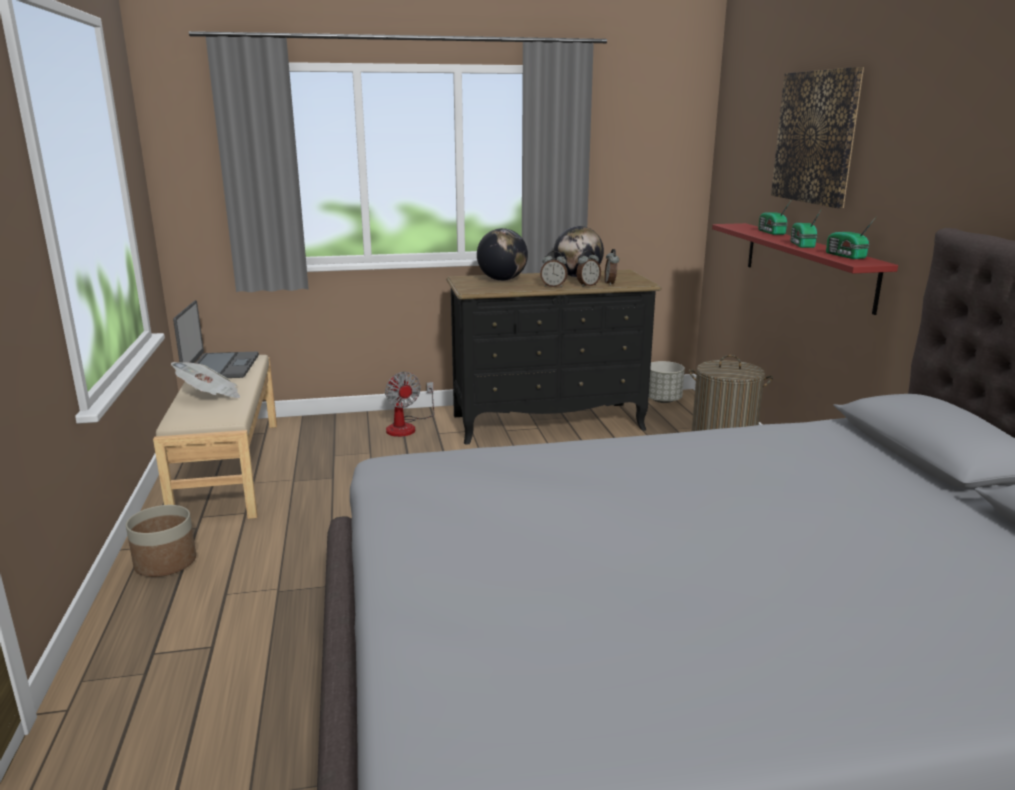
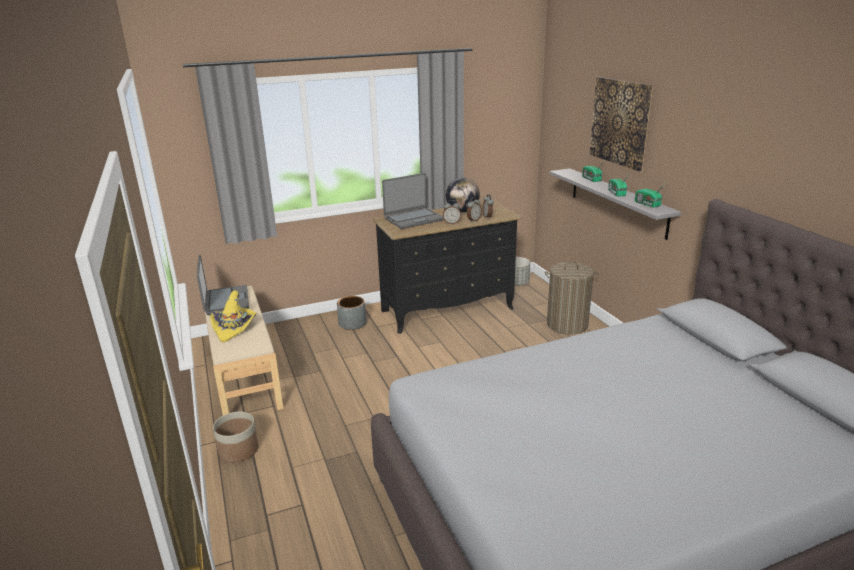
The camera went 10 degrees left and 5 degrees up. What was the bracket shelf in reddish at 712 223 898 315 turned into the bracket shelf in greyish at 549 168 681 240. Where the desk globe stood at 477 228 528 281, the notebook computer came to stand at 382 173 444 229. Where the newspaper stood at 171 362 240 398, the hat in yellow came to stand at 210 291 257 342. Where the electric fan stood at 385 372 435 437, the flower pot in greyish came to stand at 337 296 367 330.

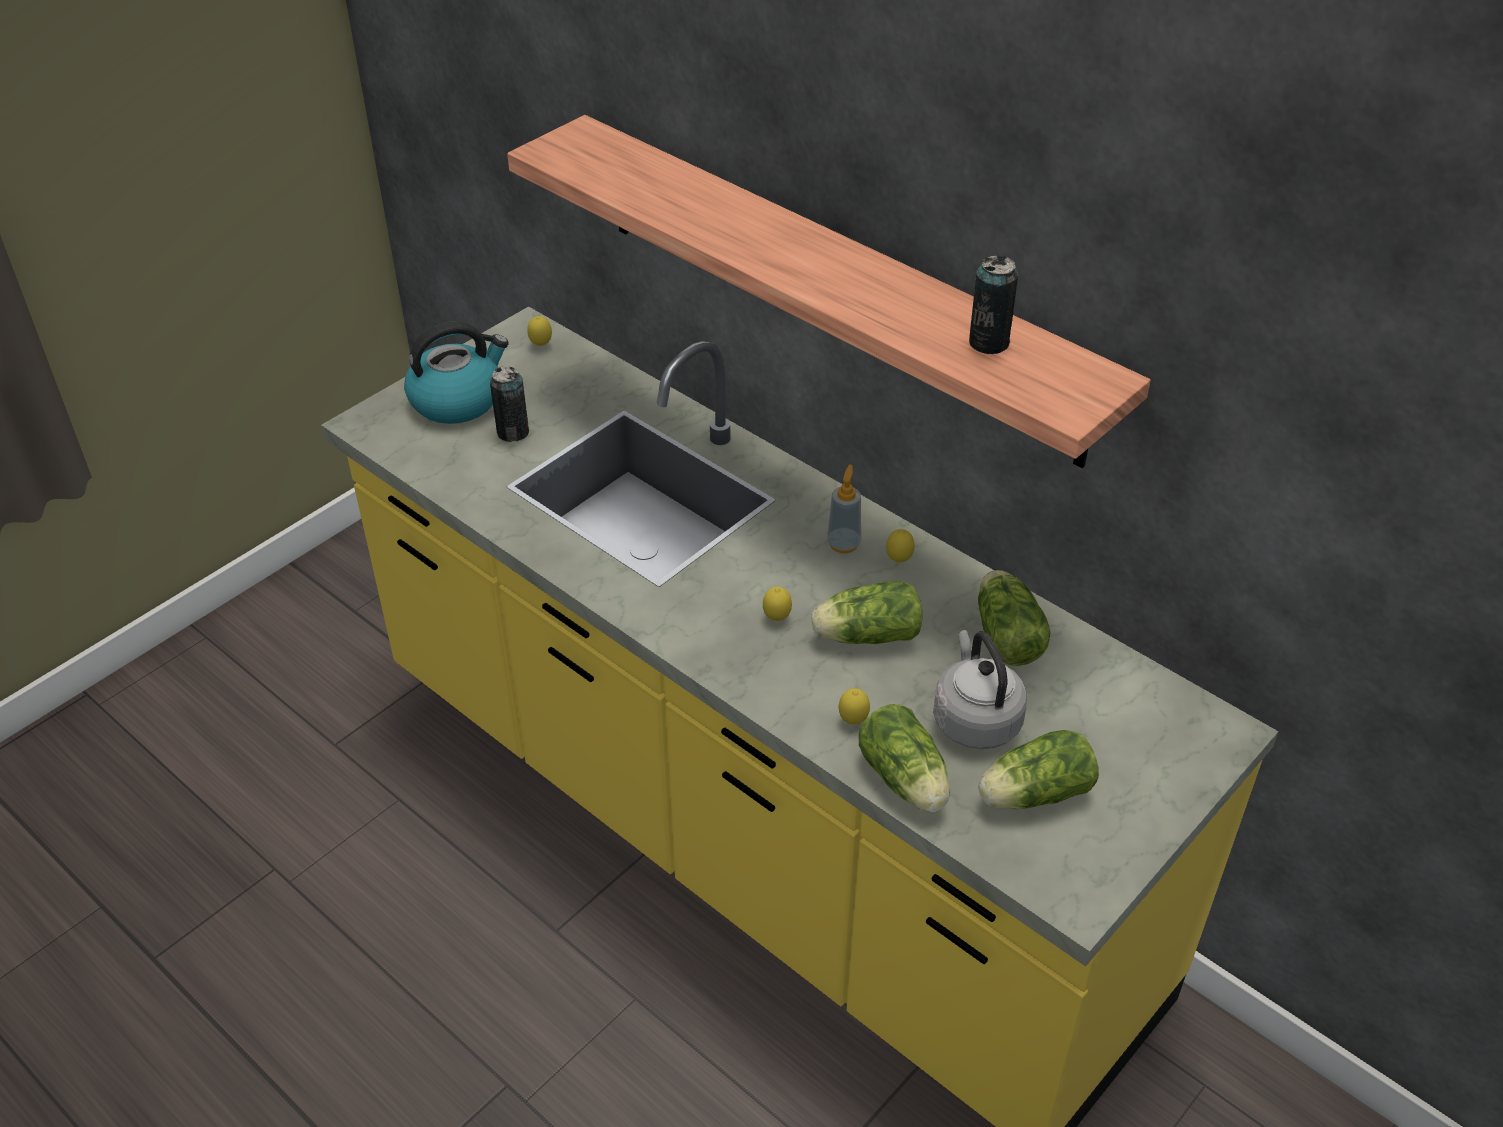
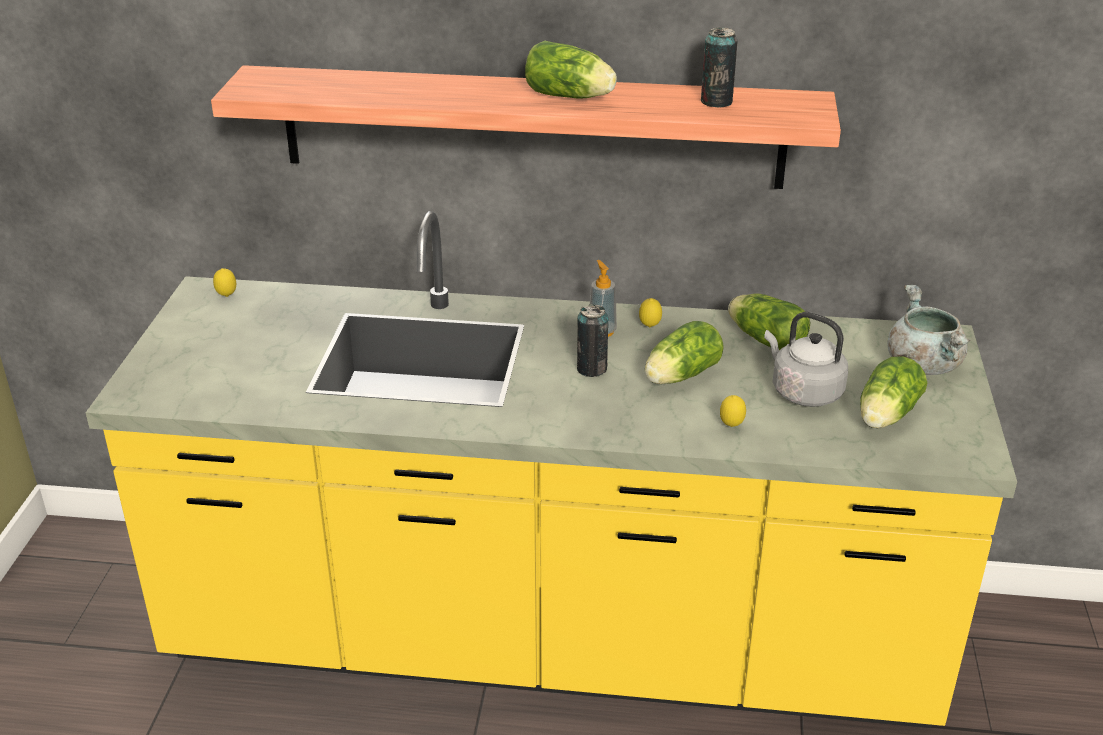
The camera went 35 degrees left and 10 degrees down. The second view lost the kettle at 404 321 509 424. The metal can ended up elsewhere, having gone from 490 366 529 442 to 577 304 608 377. The second view lost the citrus fruit at 763 587 792 621. The lettuce ended up elsewhere, having gone from 858 704 950 812 to 525 41 617 98. The second view gained the cooking pot in greyish at 887 285 971 375.

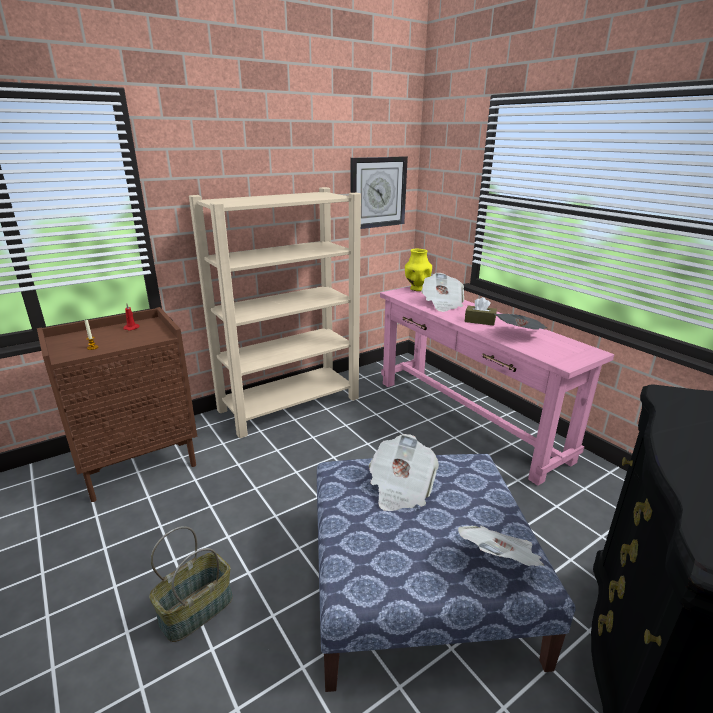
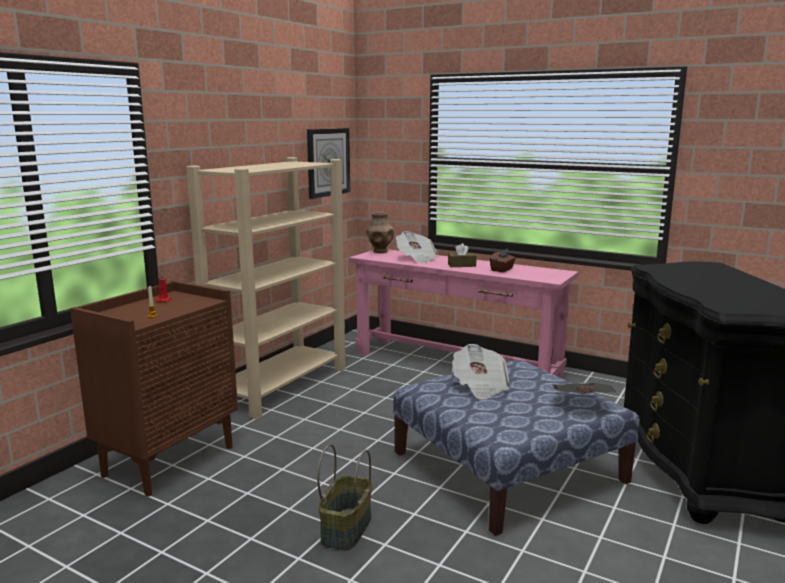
The camera went 25 degrees left and 10 degrees down. What was the vase in yellow at 405 248 432 291 turned into the vase in brown-coloured at 367 212 394 253. Where the newspaper stood at 494 314 547 330, the tissue box in brown-coloured came to stand at 490 248 516 272.

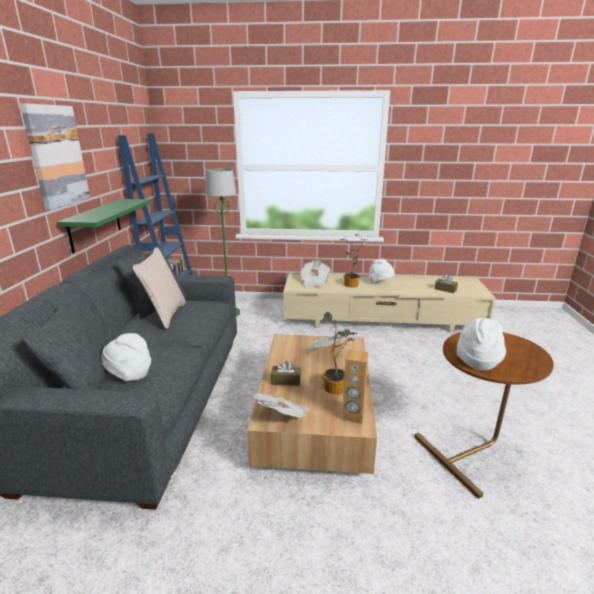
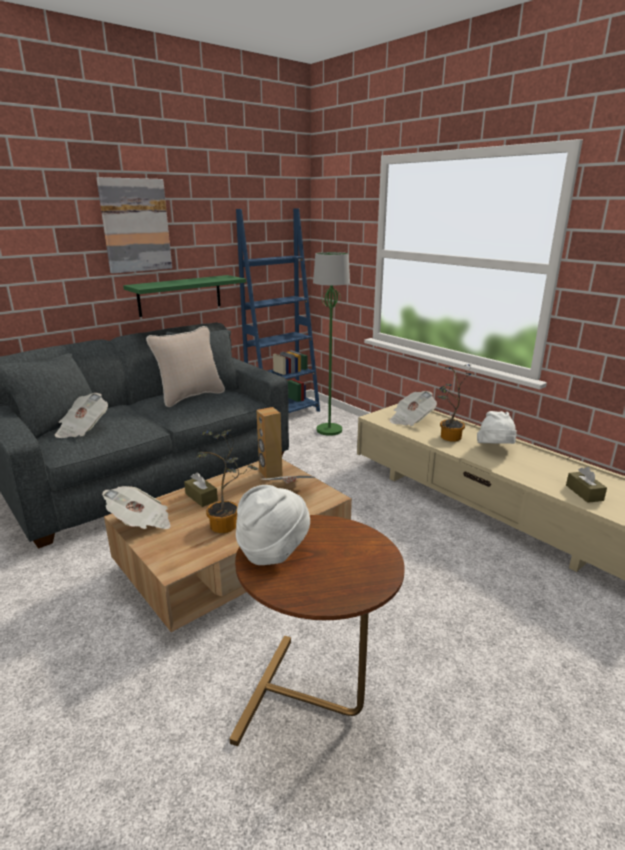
The camera went 45 degrees right and 0 degrees up. Where the hat in whitish stood at 101 333 151 381, the newspaper came to stand at 55 393 108 438. The loudspeaker in brown-coloured ended up elsewhere, having gone from 342 350 369 424 to 256 407 282 478.

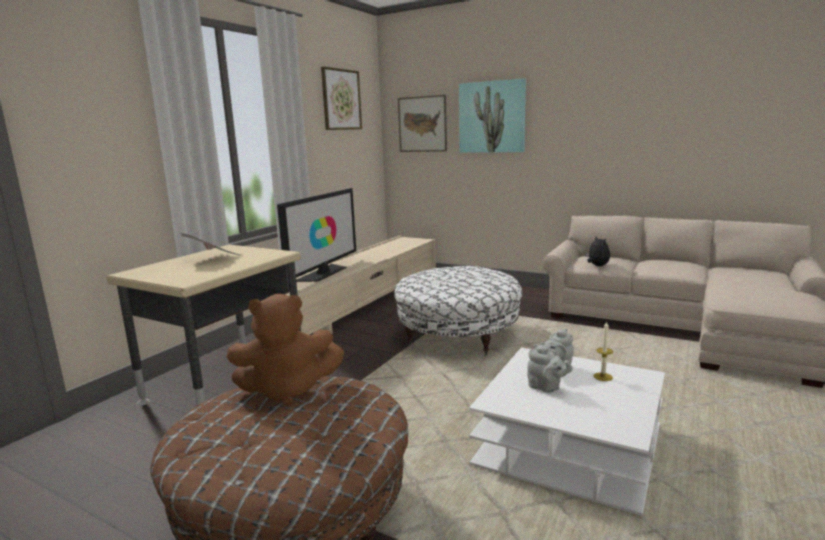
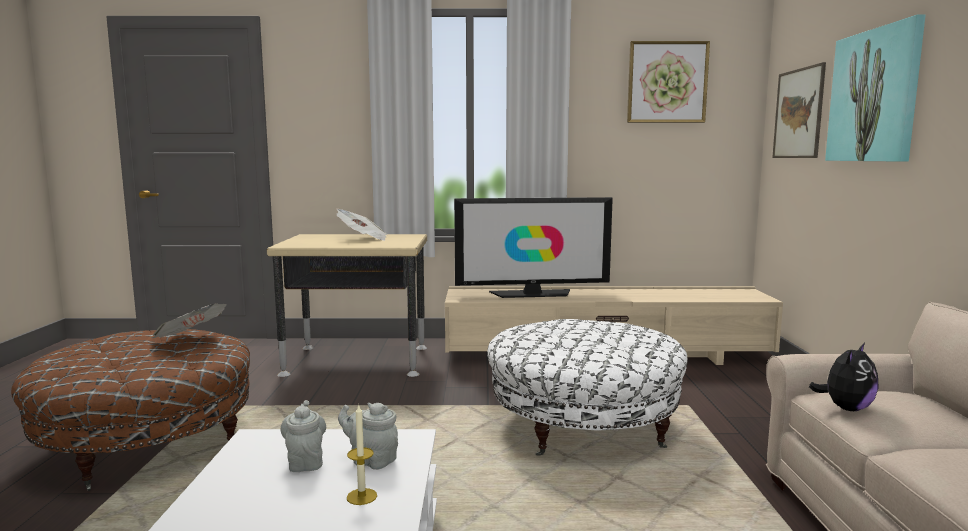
The camera went 60 degrees right and 5 degrees down. Where the cuddly toy in brown-coloured stood at 226 294 344 406, the newspaper came to stand at 152 303 227 338. The tea pot in greyish at 527 344 573 393 ended up facing another way, 150 degrees clockwise from before.

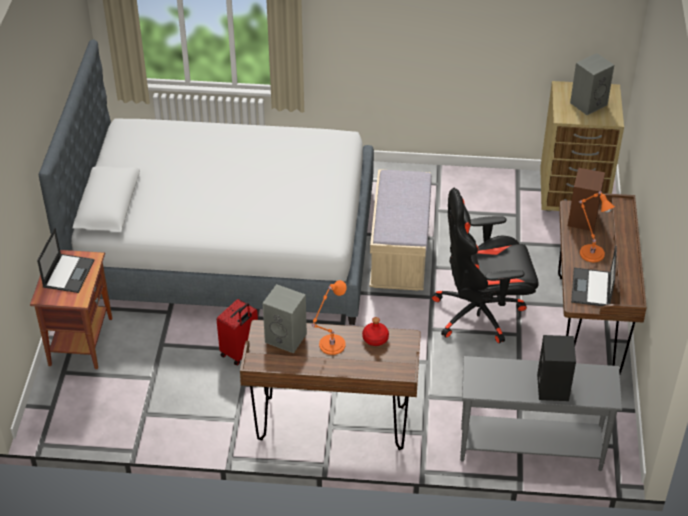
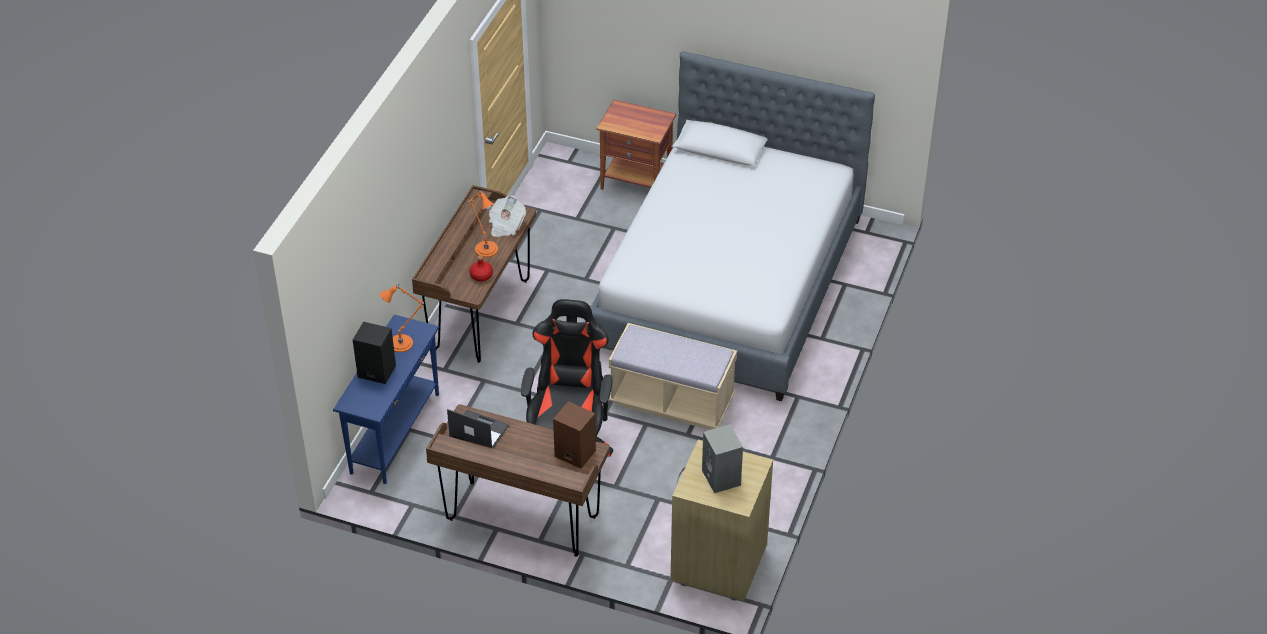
The camera went 105 degrees right and 0 degrees up. The lamp for a table in orange ended up elsewhere, having gone from 578 191 615 262 to 380 285 424 352. The second view lost the notebook computer at 37 228 94 293. Where the loudspeaker in greyish stood at 263 284 307 353, the newspaper came to stand at 489 195 526 237. The second view lost the suitcase in reddish at 217 299 258 366. What was the hall table in greyish at 460 356 622 471 turned into the hall table in blue at 333 314 439 484.

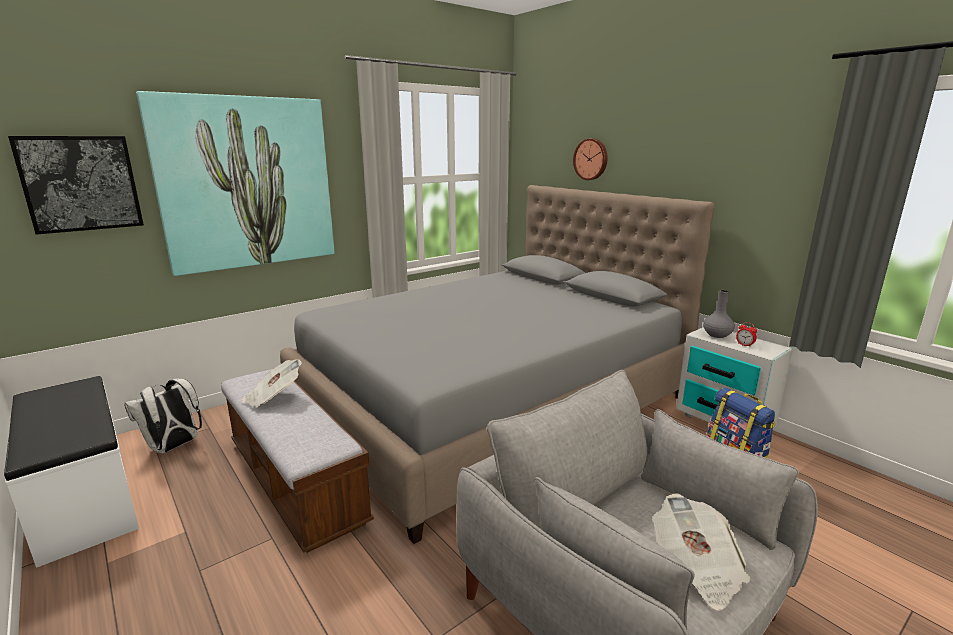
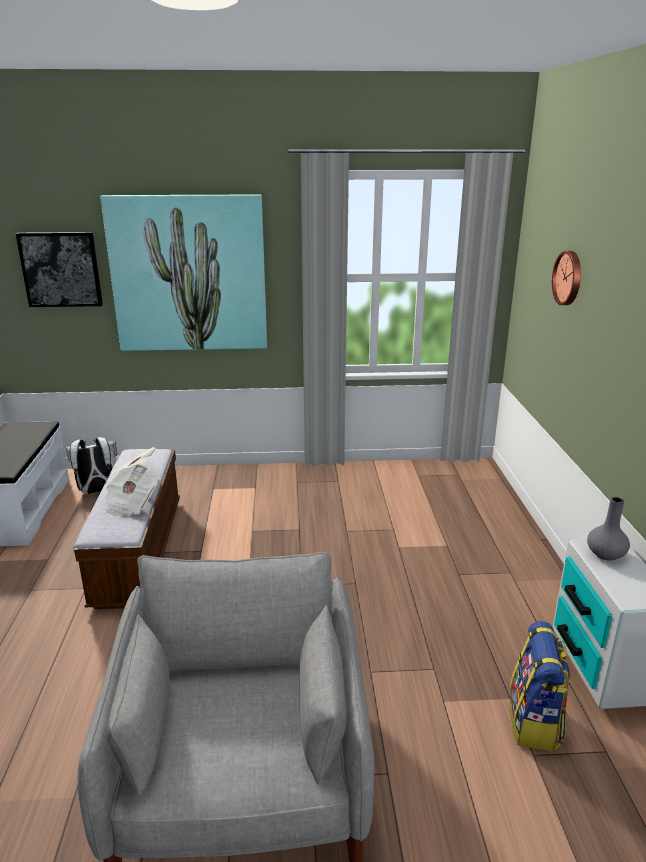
The camera went 35 degrees right and 5 degrees up. The second view lost the bedroom bed in greyish at 280 185 715 544. The second view lost the table clock at 736 322 757 347. The newspaper ended up elsewhere, having gone from 653 494 751 611 to 105 464 158 517.

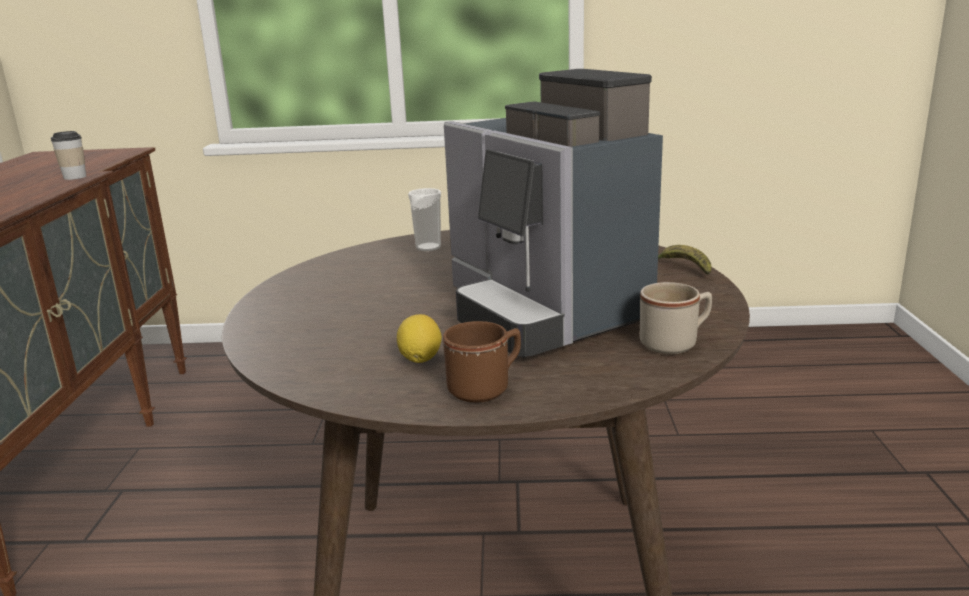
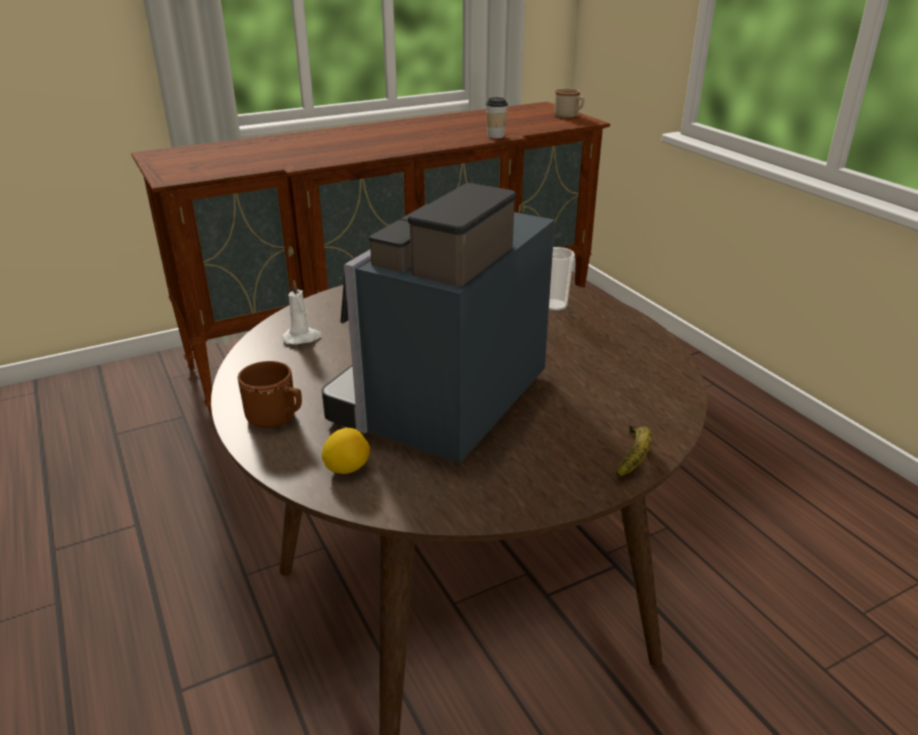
The camera went 60 degrees right and 10 degrees up. The mug in beige-coloured ended up elsewhere, having gone from 640 282 712 354 to 555 88 584 118. The citrus fruit ended up elsewhere, having gone from 397 314 442 363 to 322 428 370 474. The second view gained the wax candle in whitish at 282 280 322 345.

